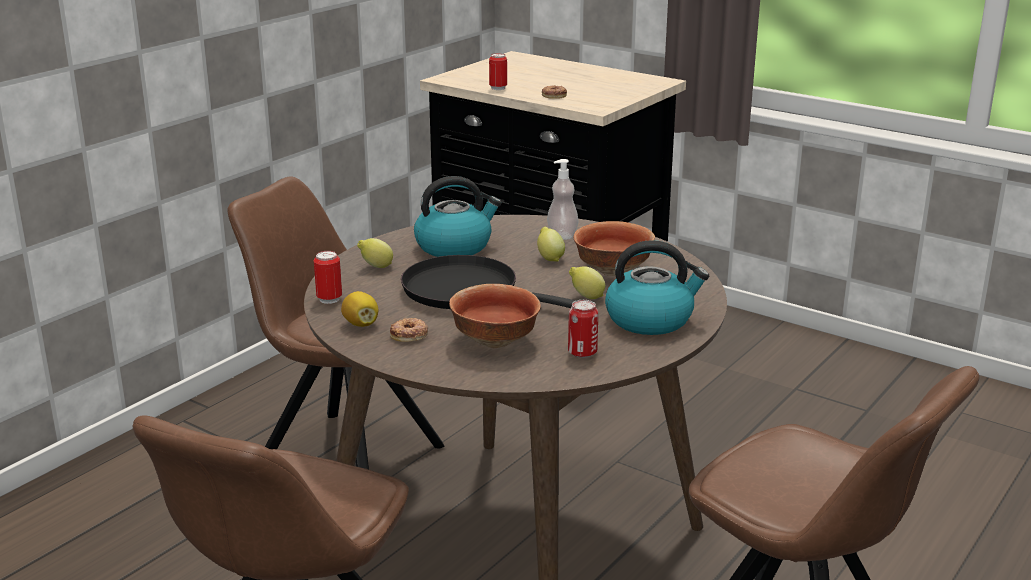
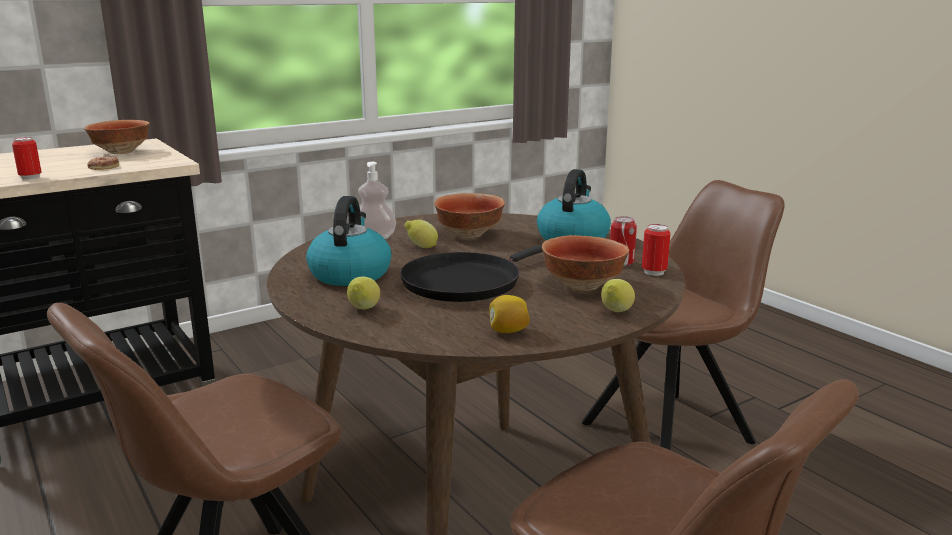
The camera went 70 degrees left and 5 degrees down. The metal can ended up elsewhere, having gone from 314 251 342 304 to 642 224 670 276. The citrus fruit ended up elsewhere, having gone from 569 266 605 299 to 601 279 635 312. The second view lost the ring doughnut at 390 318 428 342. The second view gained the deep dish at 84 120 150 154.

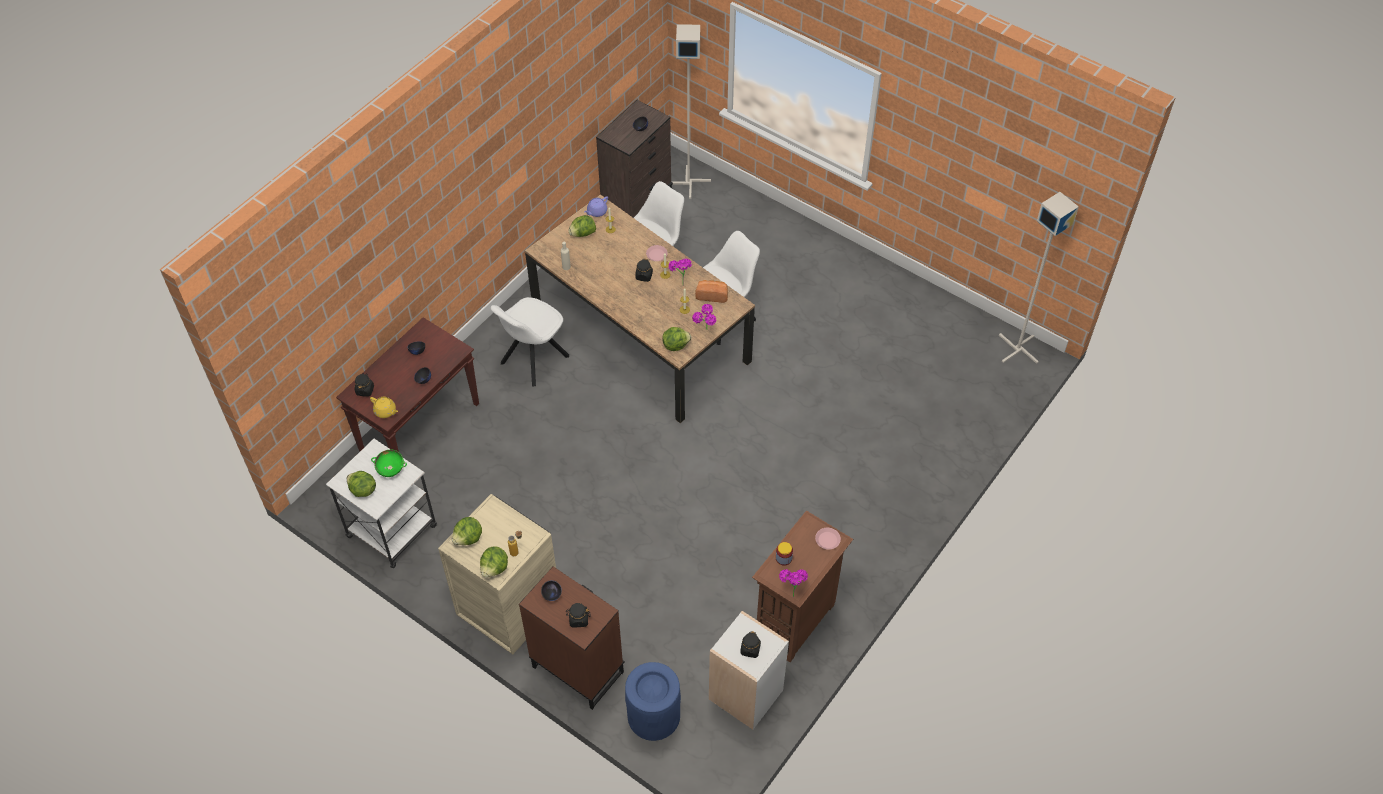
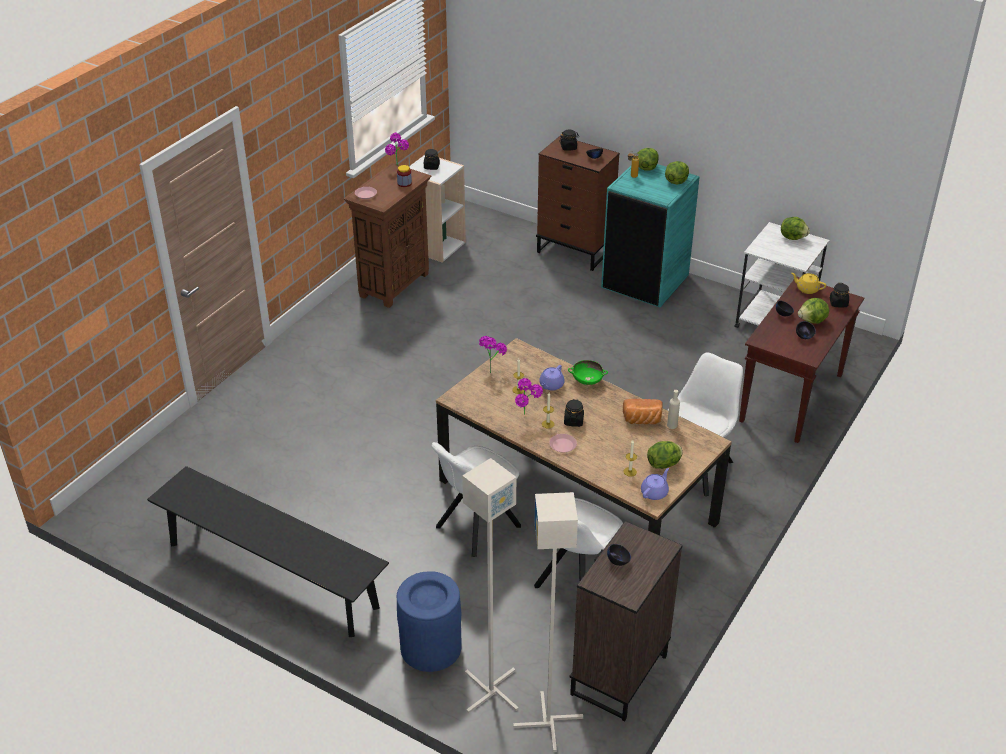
The camera went 175 degrees right and 15 degrees down. The standard lamp in greyish ended up elsewhere, having gone from 999 192 1079 364 to 462 458 518 713. The bread ended up elsewhere, having gone from 695 280 728 303 to 623 399 663 424. The lettuce ended up elsewhere, having gone from 662 327 691 351 to 798 298 829 324. The deep dish in green-coloured ended up elsewhere, having gone from 371 450 407 477 to 568 360 608 385. What was the storage cabinet in beige-coloured at 438 494 556 654 turned into the storage cabinet in blue-green at 601 164 700 307. The waste bin in blue ended up elsewhere, having gone from 625 662 681 741 to 396 571 462 672. The second view gained the tea pot in purple-coloured at 539 365 565 391. The second view gained the indoor bench in blackish at 147 466 389 637.

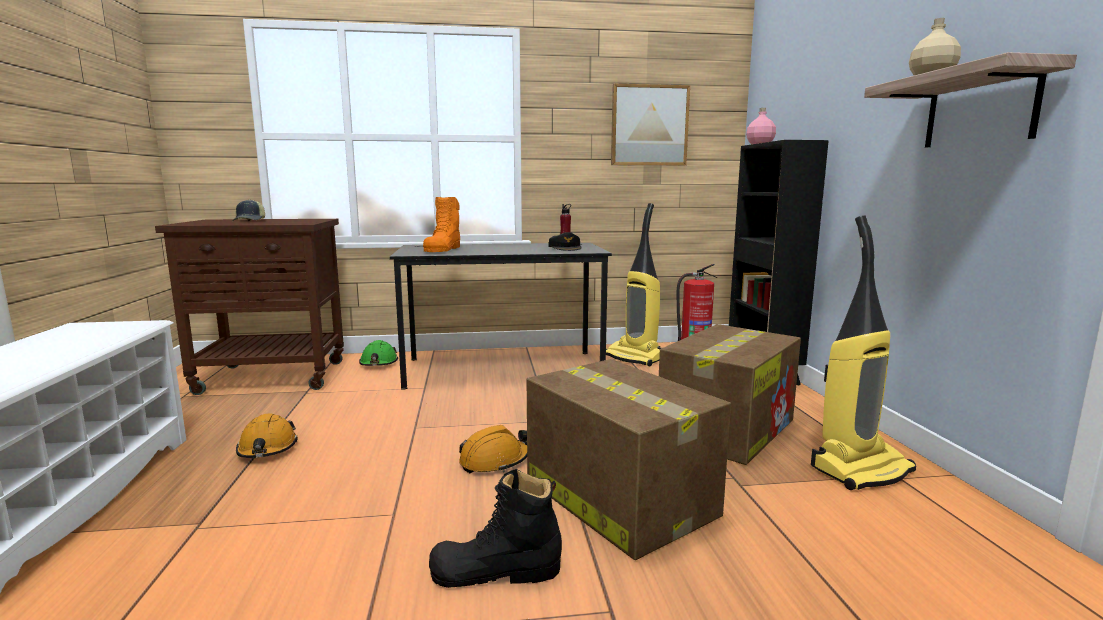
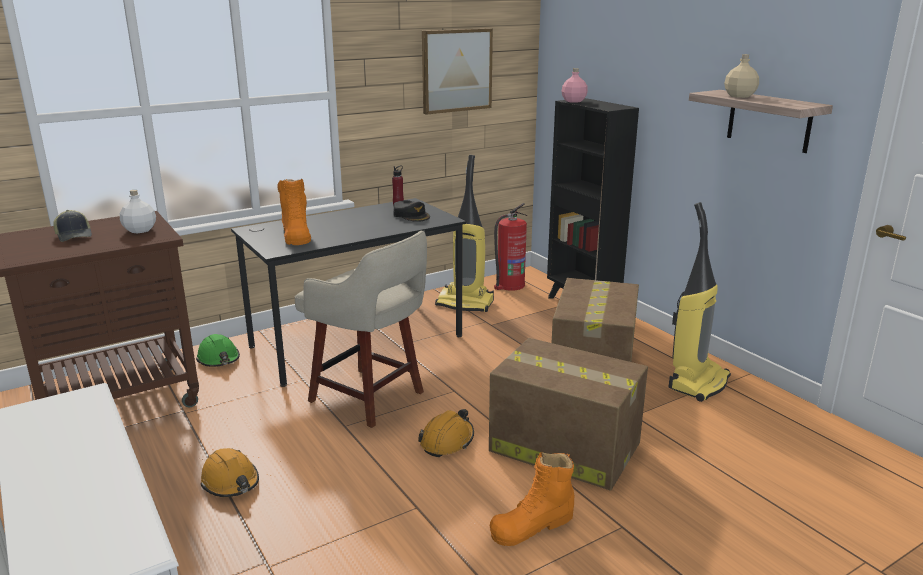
The camera went 25 degrees left and 10 degrees up. What was the tall boot in blackish at 429 469 562 588 turned into the tall boot in orange at 490 452 574 546. The second view gained the beverage bottle in whitish at 120 190 156 233. The second view gained the stool seat in beige-coloured at 295 230 427 428.

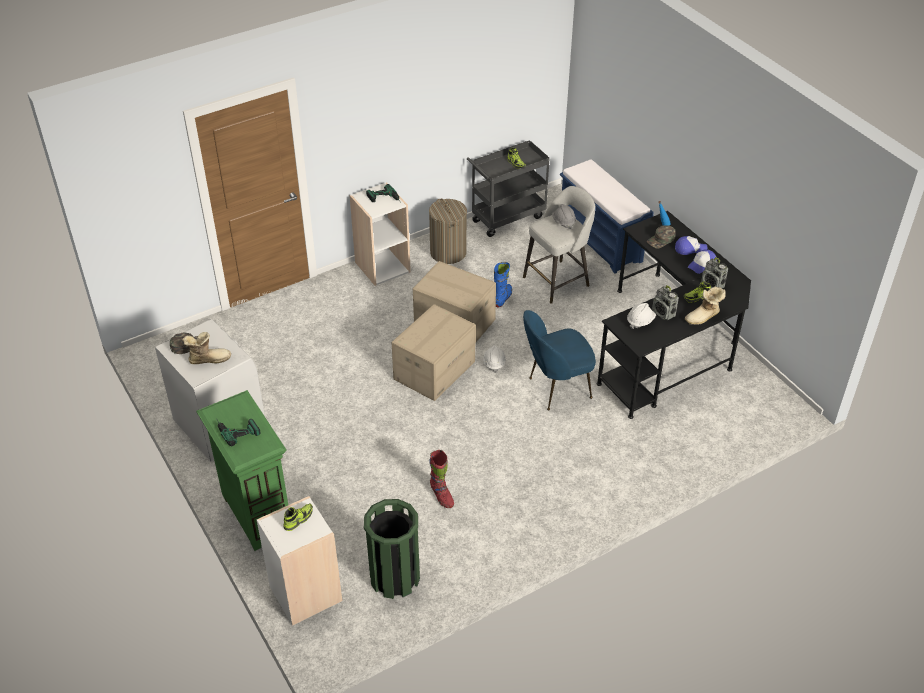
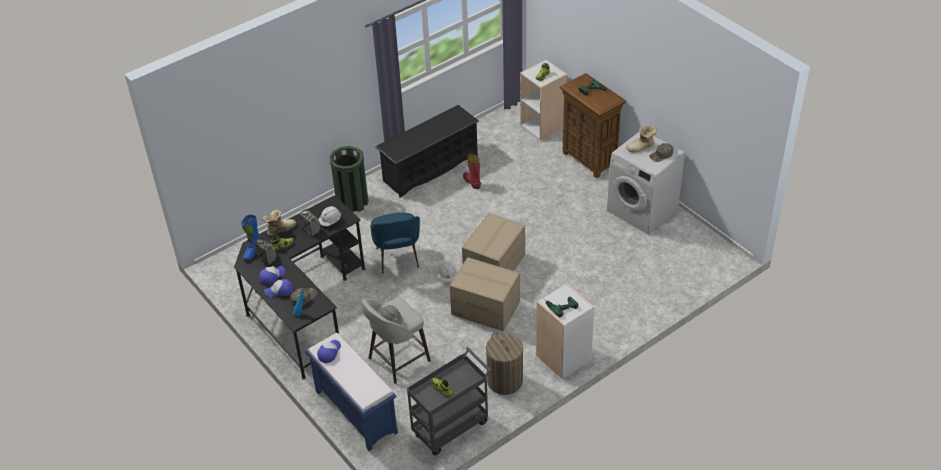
The camera went 175 degrees right and 0 degrees up. The tall boot in blue ended up elsewhere, having gone from 494 262 512 307 to 241 215 260 261. The plain chair in blue at 523 310 596 410 ended up facing another way, 105 degrees clockwise from before. What was the storage cabinet in green-coloured at 196 390 288 551 turned into the storage cabinet in brown-coloured at 560 73 626 178. The waste bin in green-coloured ended up elsewhere, having gone from 364 499 420 599 to 329 146 368 212. The second view gained the shoe stand in blackish at 375 105 479 197. The second view gained the baseball cap at 317 340 341 363.

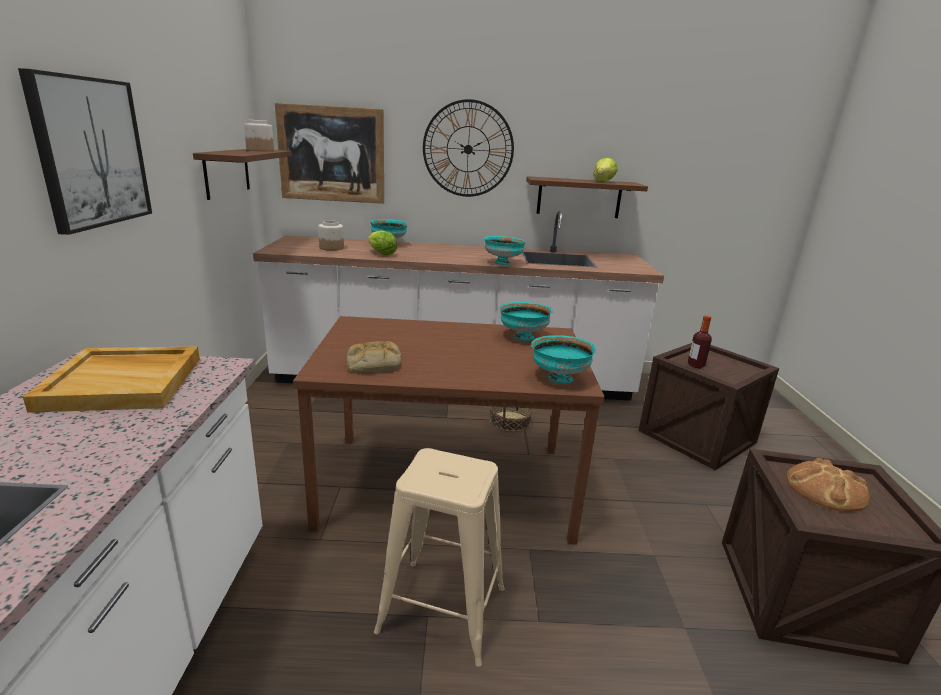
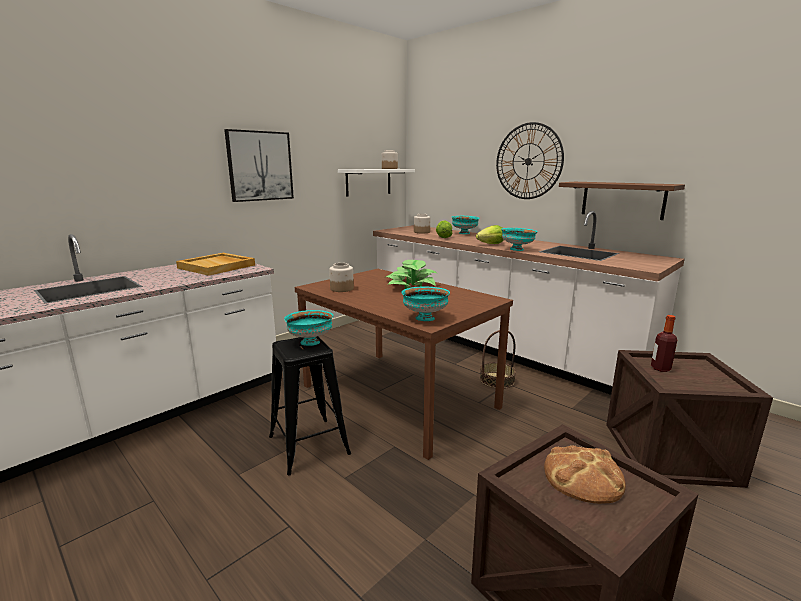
The camera went 45 degrees right and 5 degrees down. The second view lost the picture at 275 103 384 204. What was the bracket shelf in brown-coloured at 193 149 292 200 turned into the bracket shelf in whitish at 338 169 415 196. The lettuce ended up elsewhere, having gone from 593 157 617 182 to 476 225 504 244. The deep dish in blue-green ended up elsewhere, having gone from 499 302 553 341 to 284 310 333 346. Where the bread stood at 346 341 401 372, the preserve jar came to stand at 329 263 354 292. What was the stool seat in beige-coloured at 374 448 504 667 turned into the stool seat in blackish at 269 336 351 475. The second view gained the houseplant at 386 260 437 289.

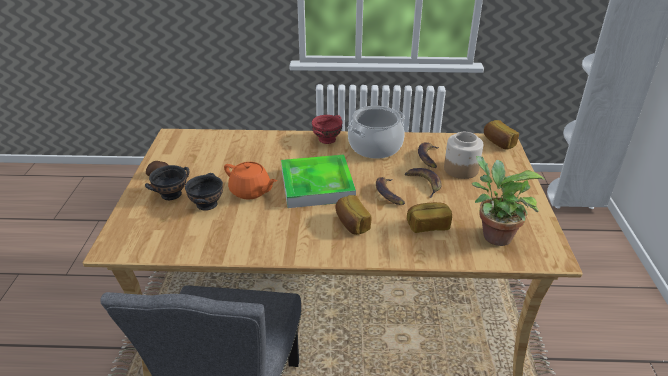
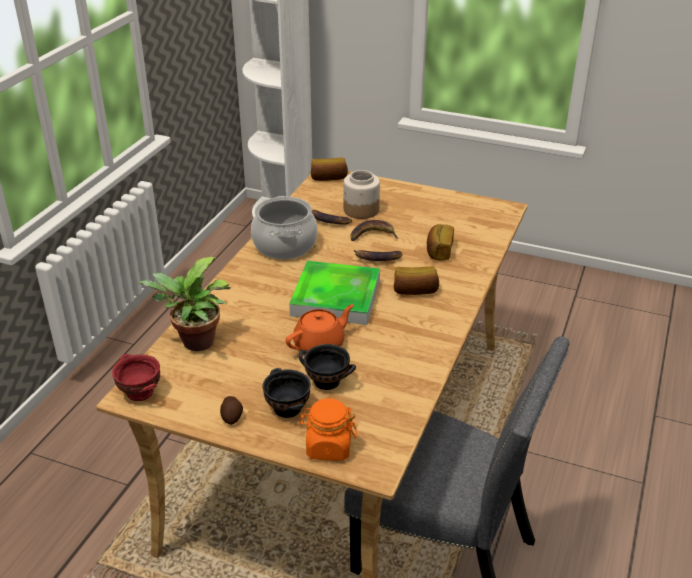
The camera went 70 degrees left and 0 degrees up. The deep dish in reddish ended up elsewhere, having gone from 312 115 343 144 to 112 354 160 401. The houseplant ended up elsewhere, having gone from 472 156 545 246 to 138 257 231 351. The second view gained the preserve jar in orange at 299 398 357 461.

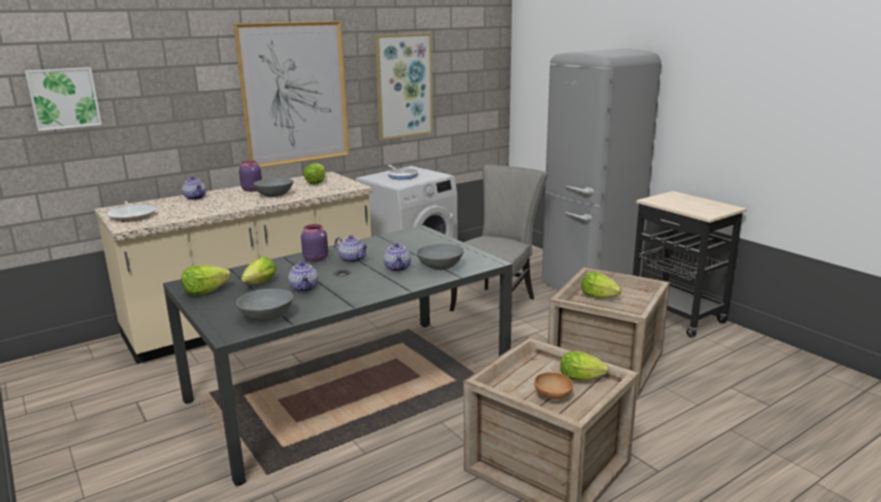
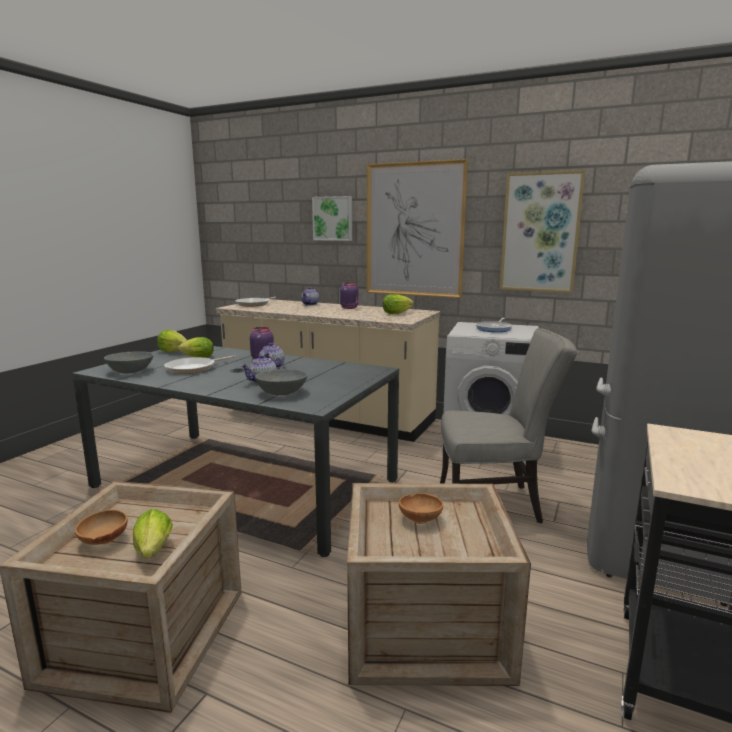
The camera went 60 degrees right and 5 degrees down. The picture ended up elsewhere, having gone from 25 67 102 131 to 312 196 352 241. The second view lost the deep dish in greyish at 254 178 293 197. Where the tea pot stood at 288 261 318 293, the pan came to stand at 164 356 235 374. Where the lettuce stood at 581 272 622 298, the deep dish in brown-coloured came to stand at 399 493 443 524.

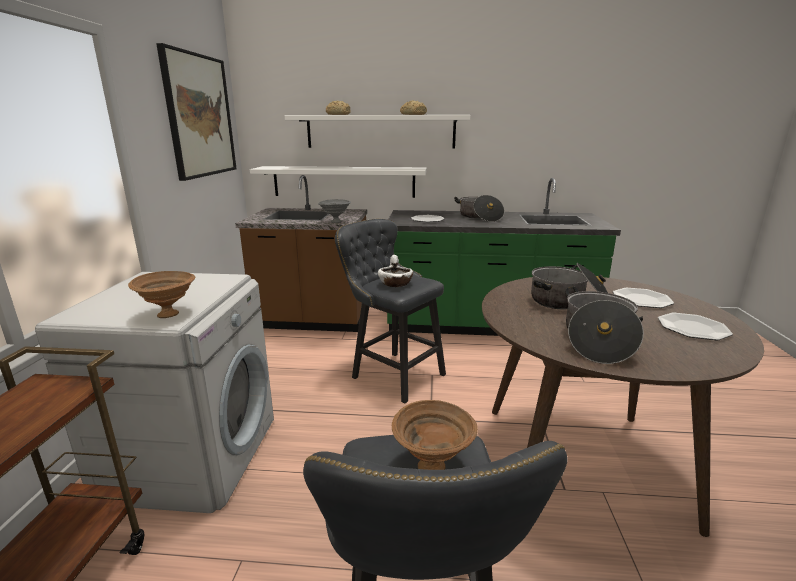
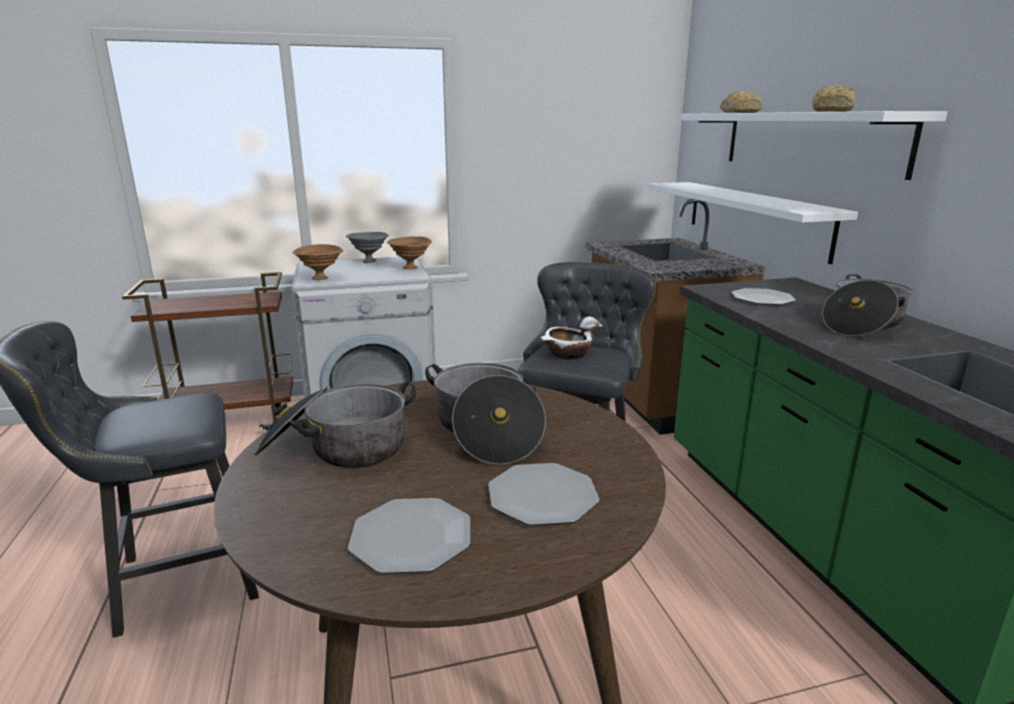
The camera went 70 degrees right and 0 degrees up. The second view lost the picture at 156 43 236 181. The deep dish in greyish ended up elsewhere, having gone from 318 199 351 223 to 346 232 389 263. The deep dish in brown-coloured ended up elsewhere, having gone from 392 400 478 470 to 387 236 432 270.

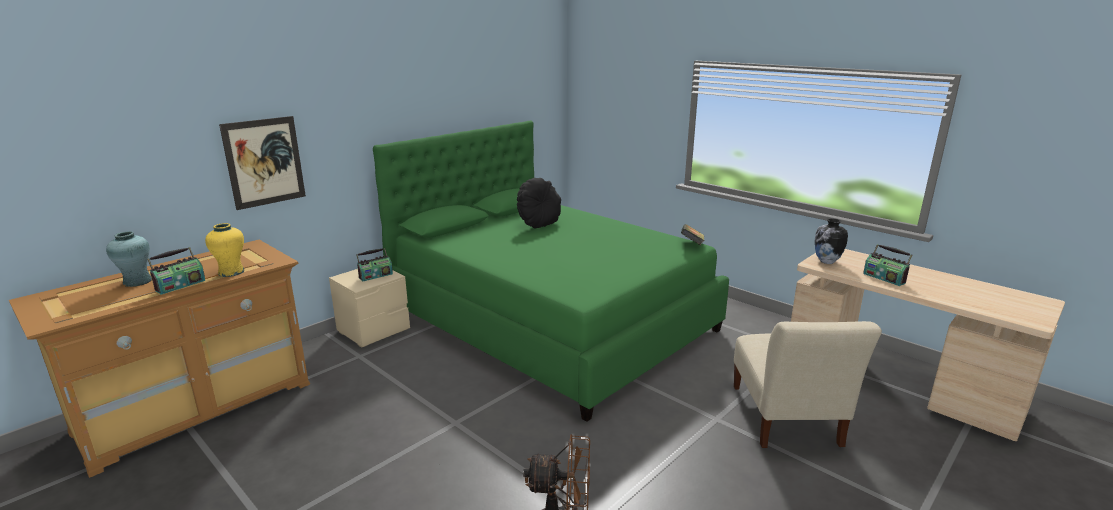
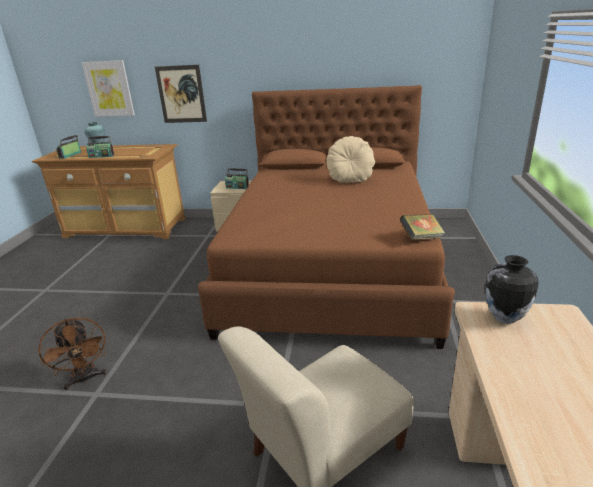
The camera went 55 degrees right and 5 degrees up. What was the bedroom bed in green-coloured at 373 121 729 422 turned into the bedroom bed in brown-coloured at 198 85 455 349. What was the cushion in blackish at 517 178 561 228 turned into the cushion in beige-coloured at 326 136 375 183. The second view lost the vase in yellow at 205 223 244 277. The radio ended up elsewhere, having gone from 863 244 913 286 to 56 135 81 159. The second view gained the picture at 82 60 135 117.

